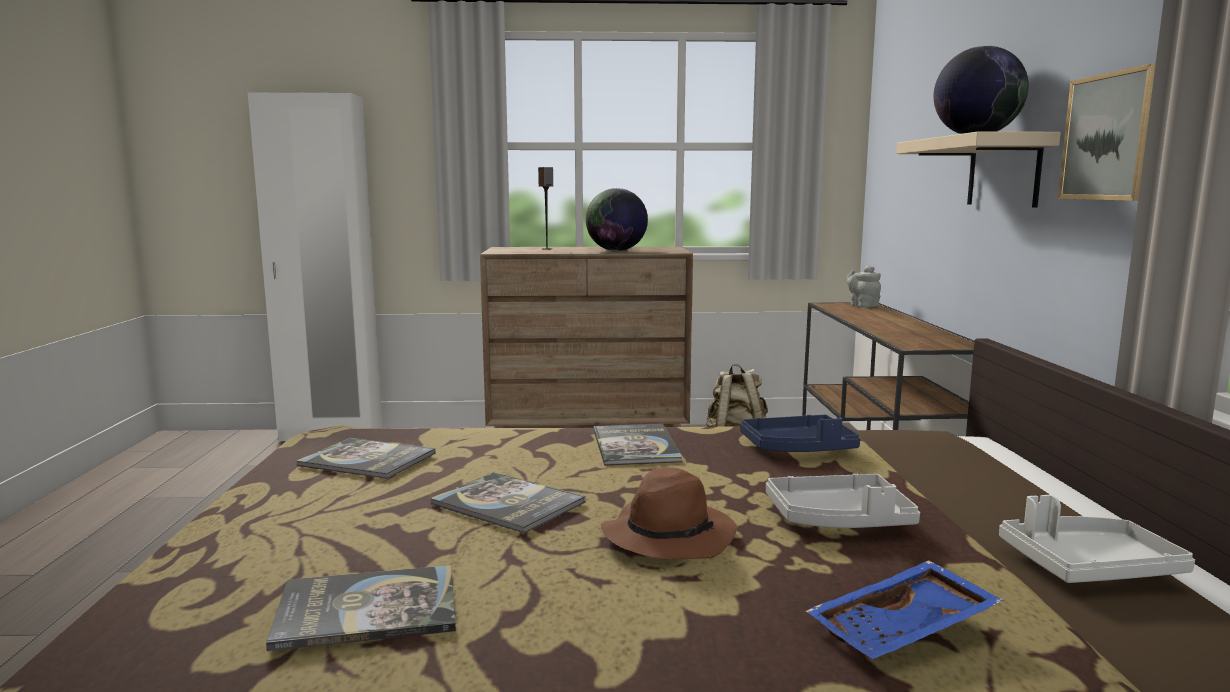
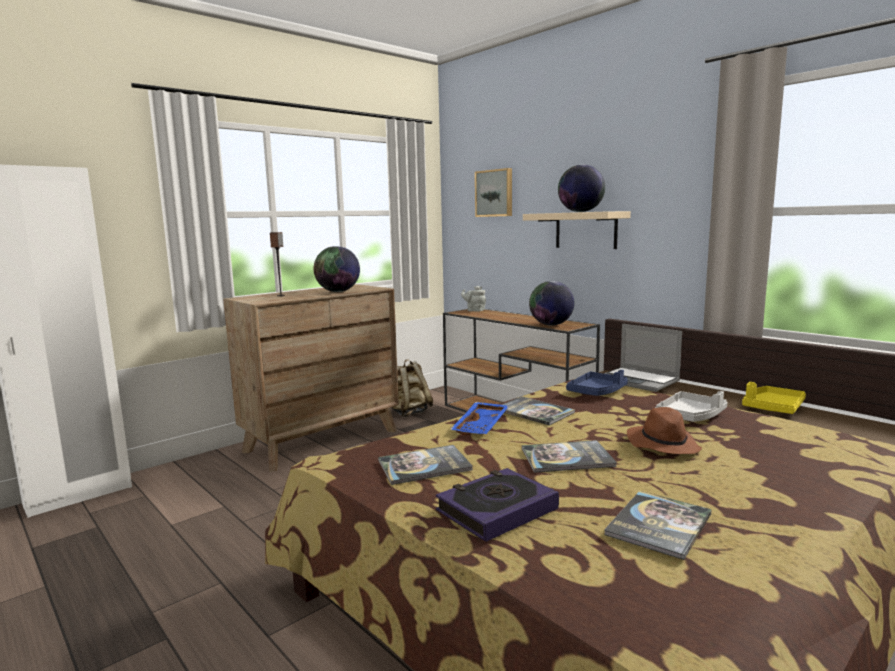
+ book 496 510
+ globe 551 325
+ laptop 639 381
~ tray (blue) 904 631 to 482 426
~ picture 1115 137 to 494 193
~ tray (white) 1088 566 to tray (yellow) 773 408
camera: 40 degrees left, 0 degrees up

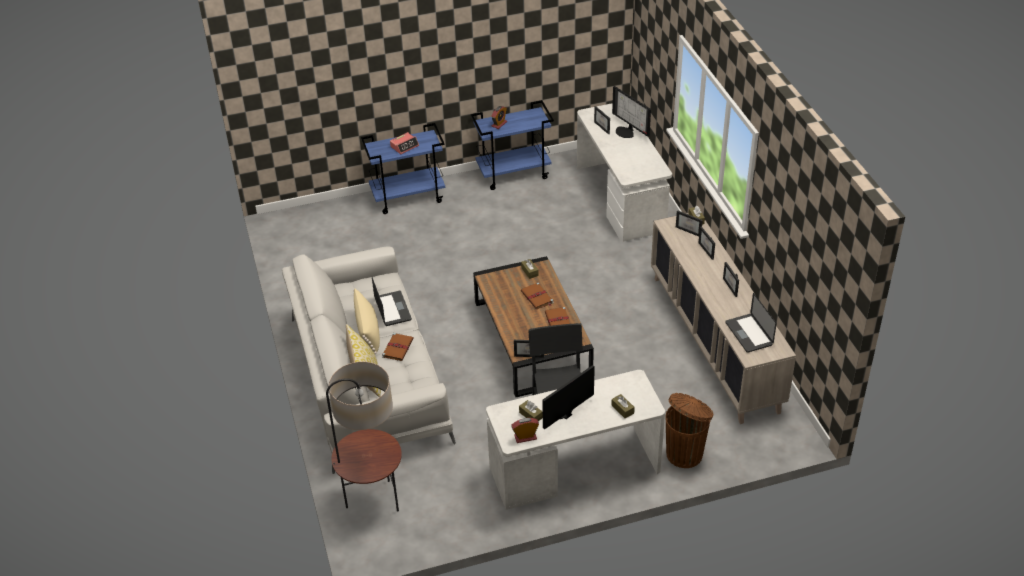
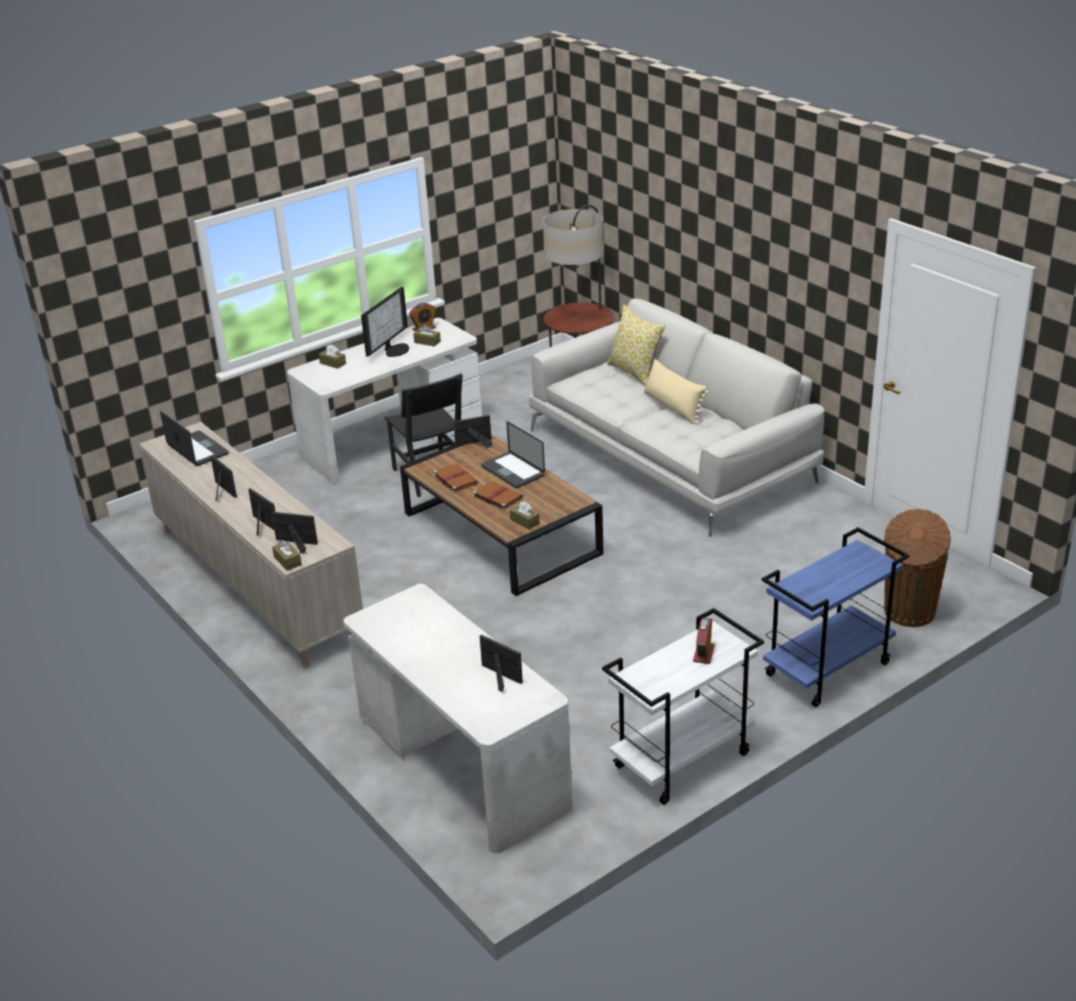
- book (brown) 398 347
- alarm clock 404 146
- monitor 626 131
~ laptop 392 309 to 512 471
~ trash can (brown) 685 453 to 908 613
~ cart (blue) 514 173 to cart (white) 682 762
camera: 160 degrees right, 10 degrees down

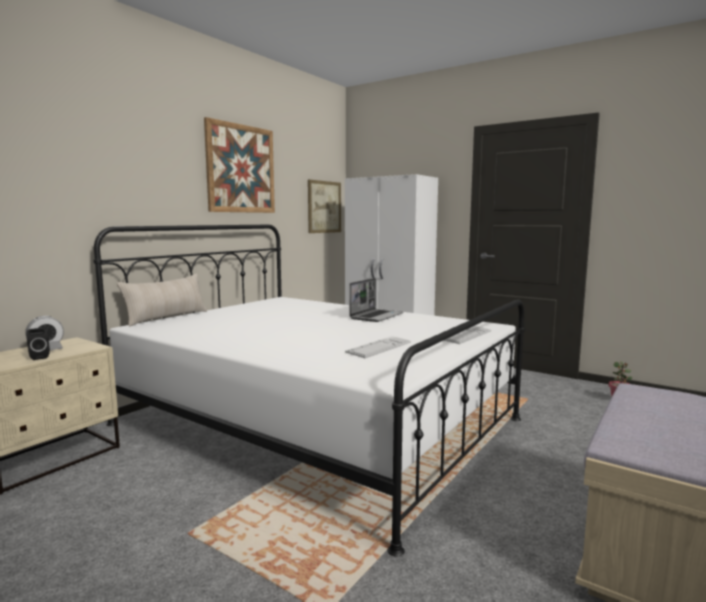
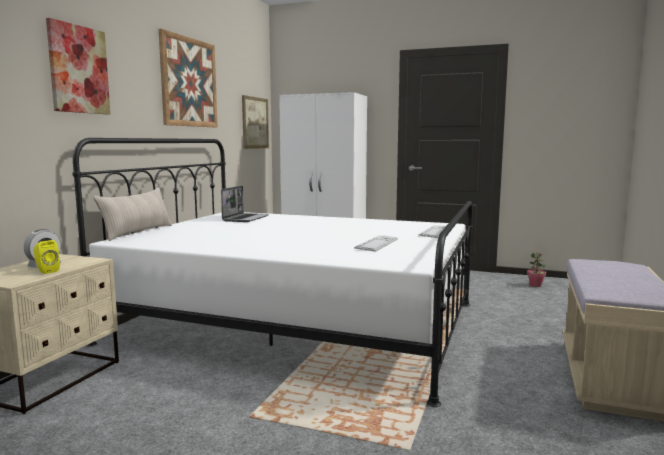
+ picture 78 69
~ laptop 376 316 to 245 218
~ speaker (black) 39 357 to speaker (yellow) 46 271
camera: 15 degrees left, 0 degrees up

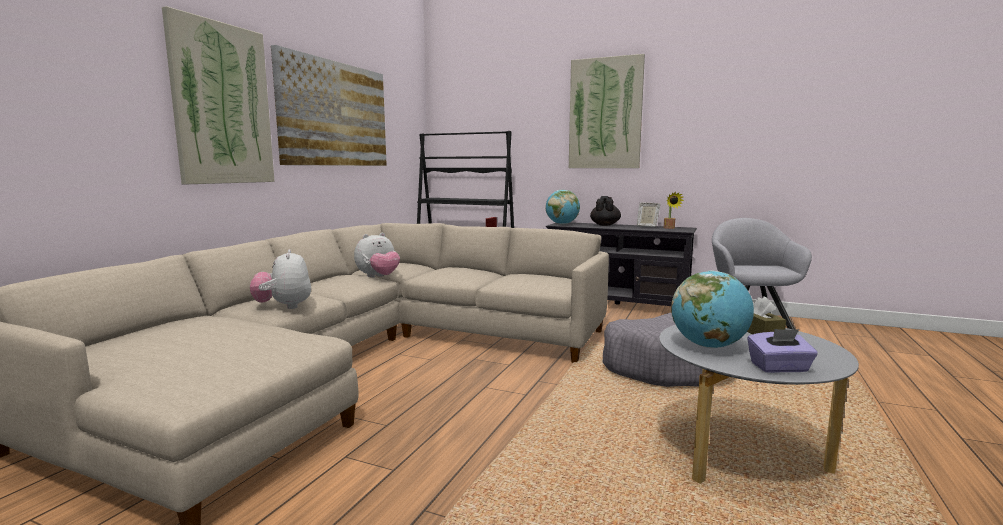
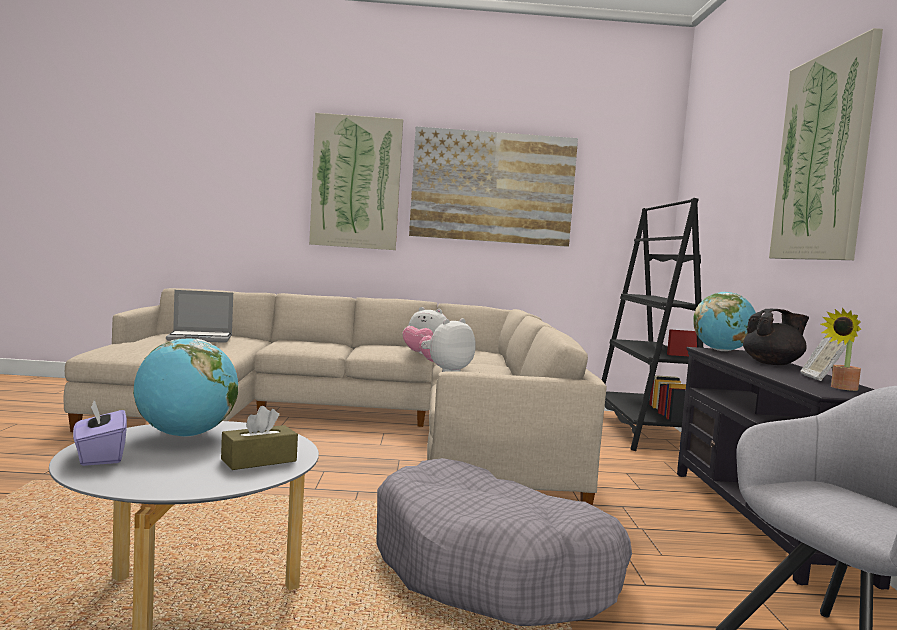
+ laptop 201 338
~ plush toy 284 307 to 445 371
camera: 65 degrees right, 5 degrees down

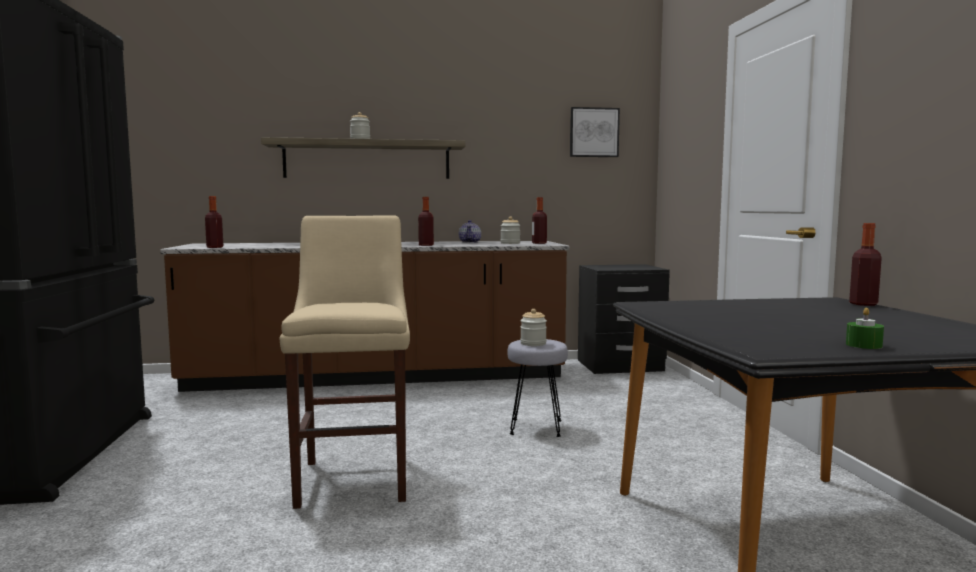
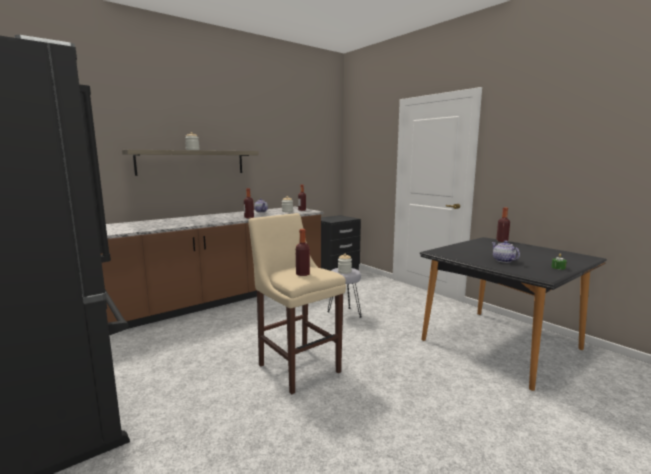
- picture 594 132
+ teapot 503 261
~ bottle 215 247 to 302 274
camera: 30 degrees left, 5 degrees up

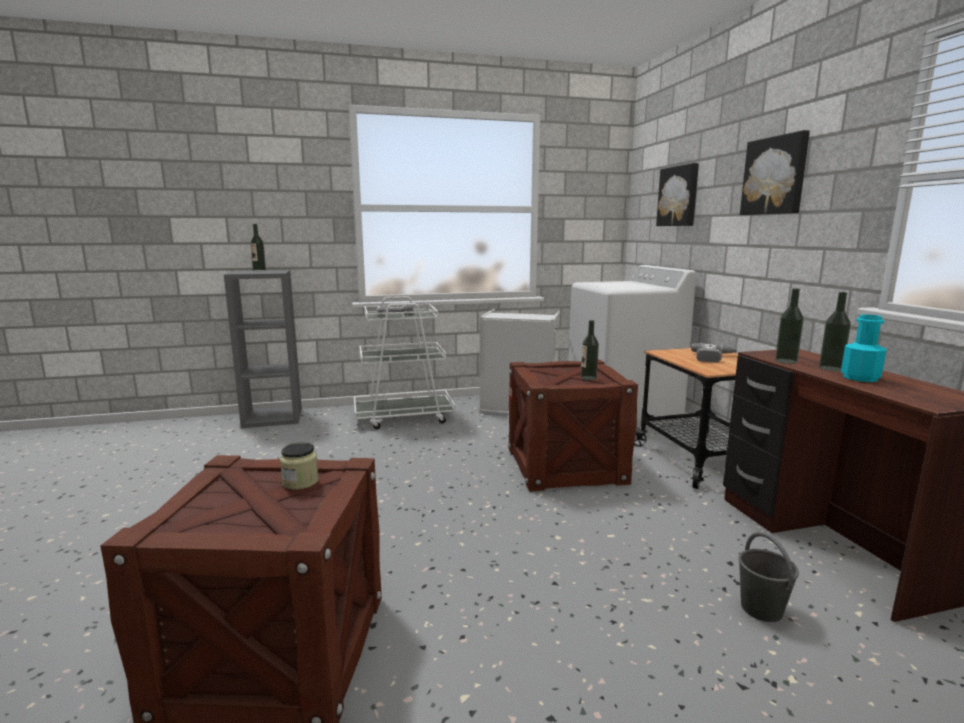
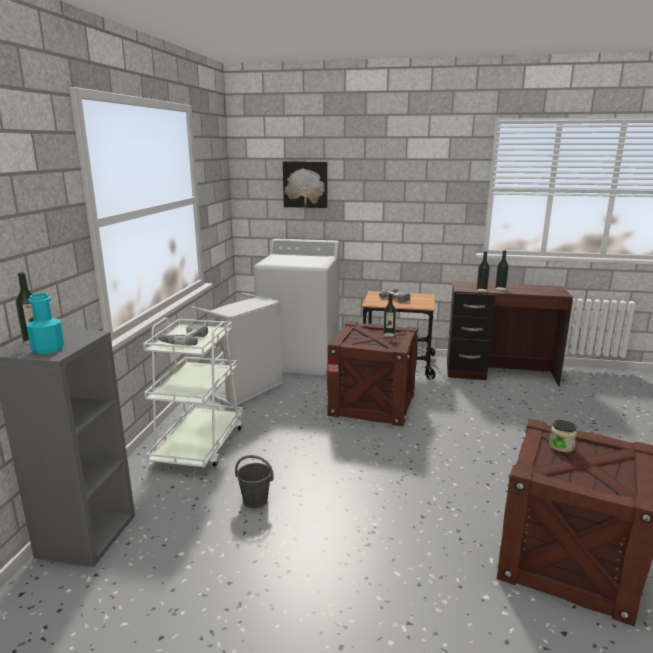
- picture 775 176
~ bucket (grey) 761 608 to 255 500
~ bottle (turquoise) 860 378 to 48 349
camera: 65 degrees left, 5 degrees up

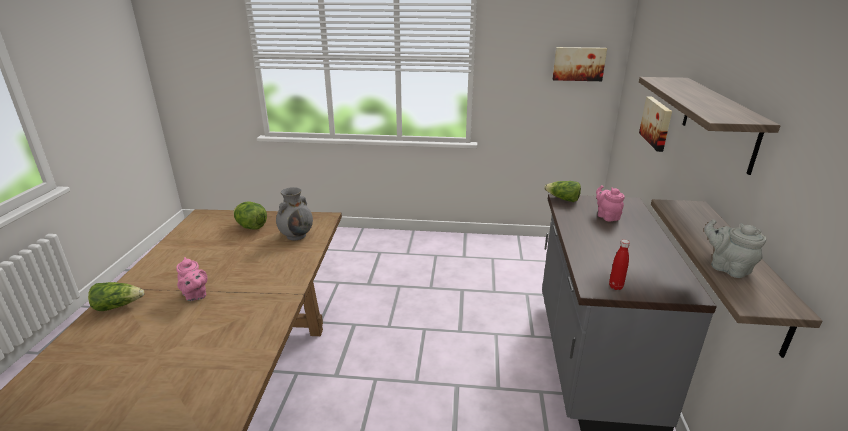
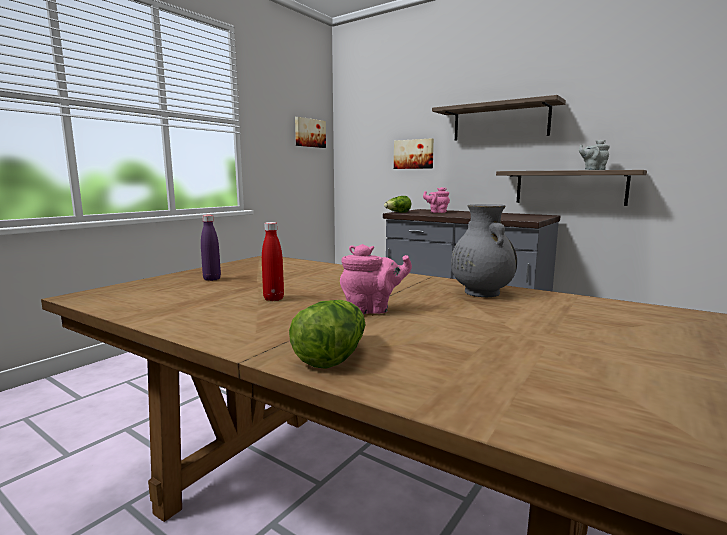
~ vase (grey) 297 235 to 481 292
~ bottle (red) 615 287 to 273 299
~ lettuce 251 227 to bottle (purple) 212 279
camera: 60 degrees left, 15 degrees down

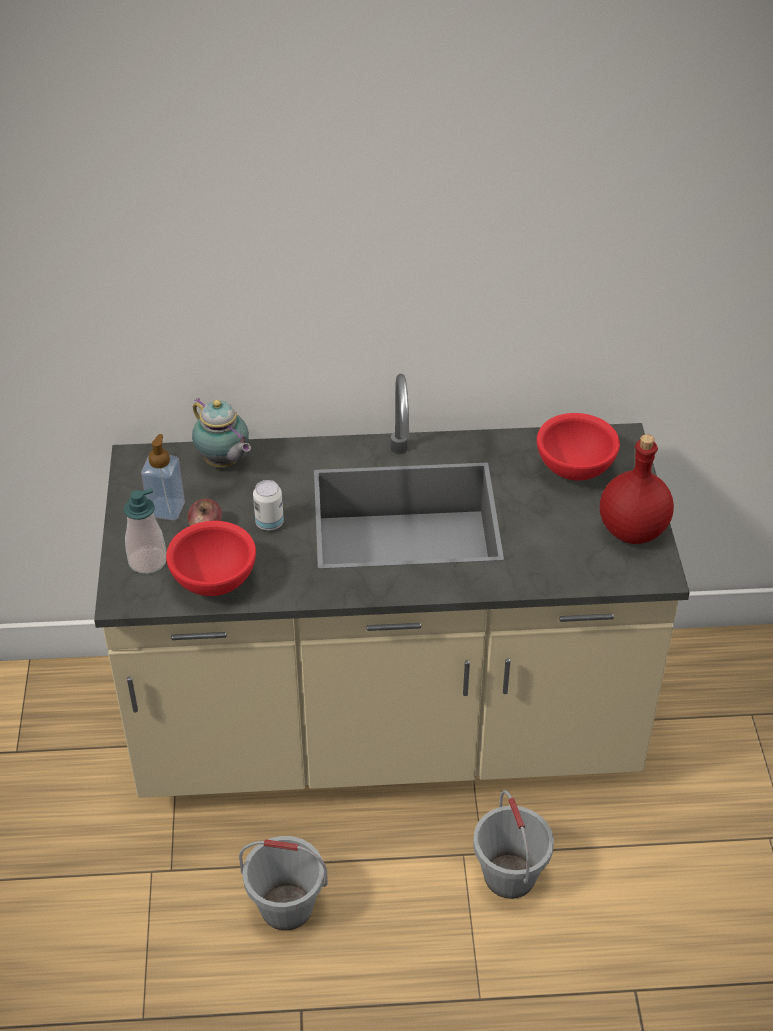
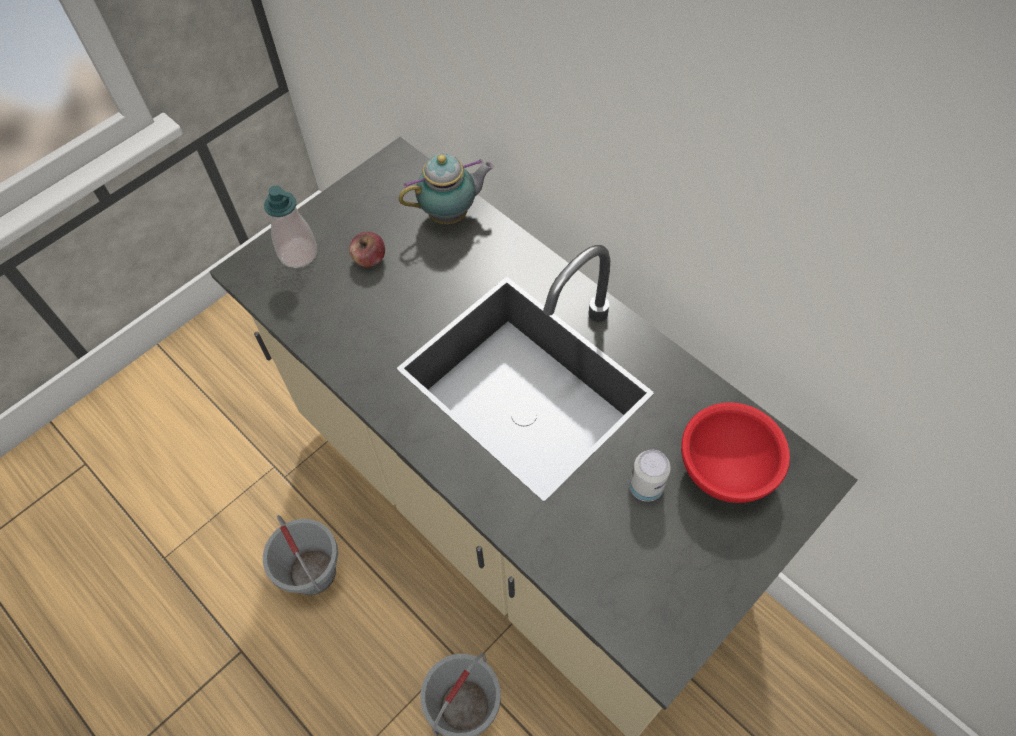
- soap dispenser 166 509
- bowl (red) 213 582
- bottle (red) 631 530
~ can 269 523 to 645 487
~ teapot 224 463 = 451 214 120 degrees counterclockwise
camera: 50 degrees right, 15 degrees up

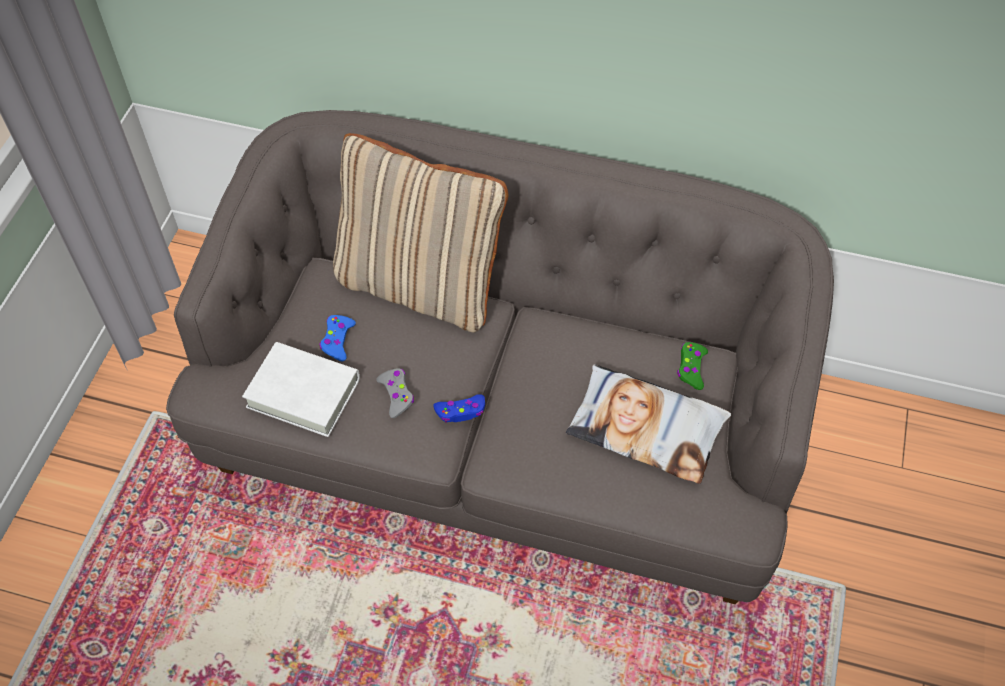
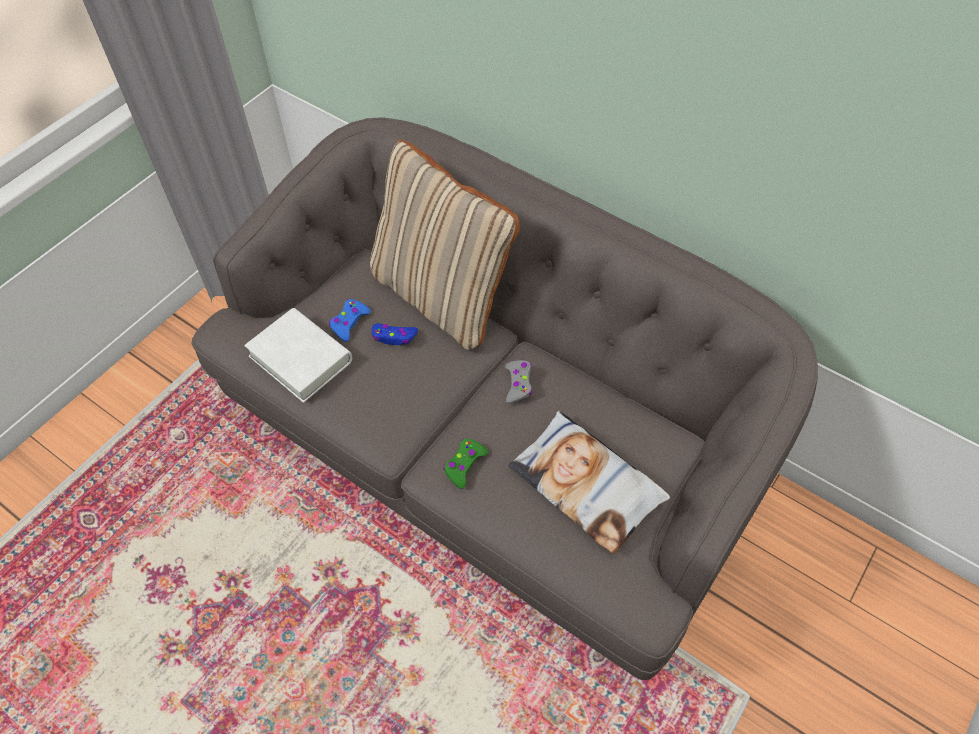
~ game controller (grey) 396 395 to 518 384
~ game controller (blue) 461 412 to 394 337
~ game controller (green) 691 368 to 464 465
camera: 20 degrees right, 0 degrees up

